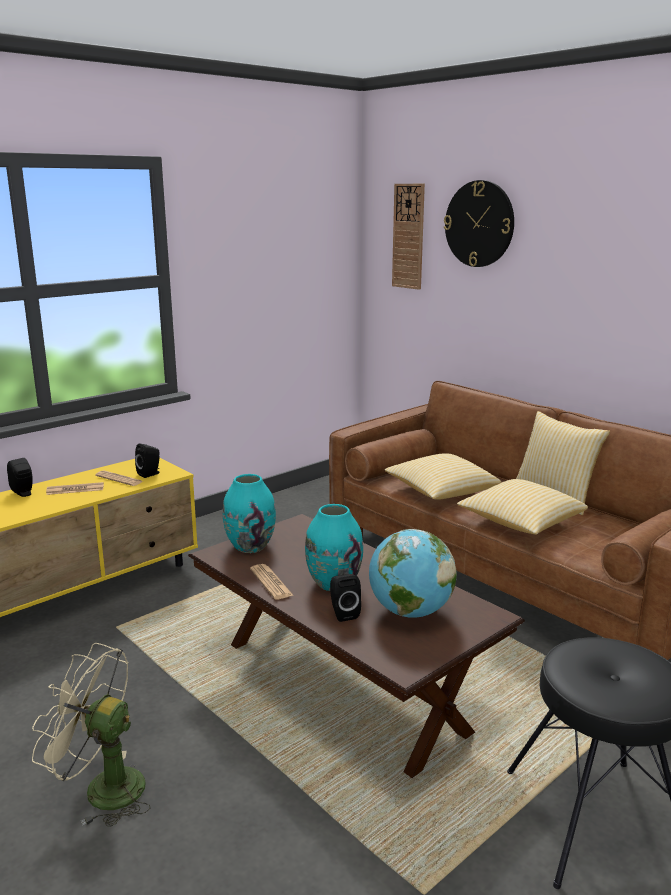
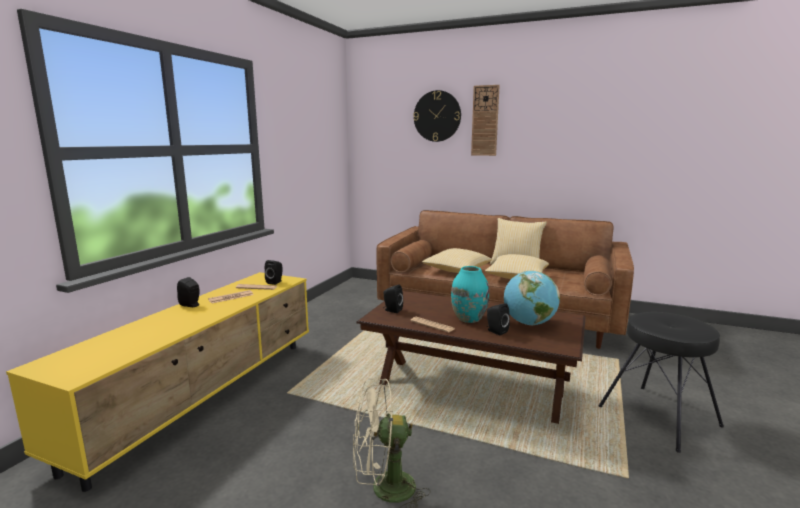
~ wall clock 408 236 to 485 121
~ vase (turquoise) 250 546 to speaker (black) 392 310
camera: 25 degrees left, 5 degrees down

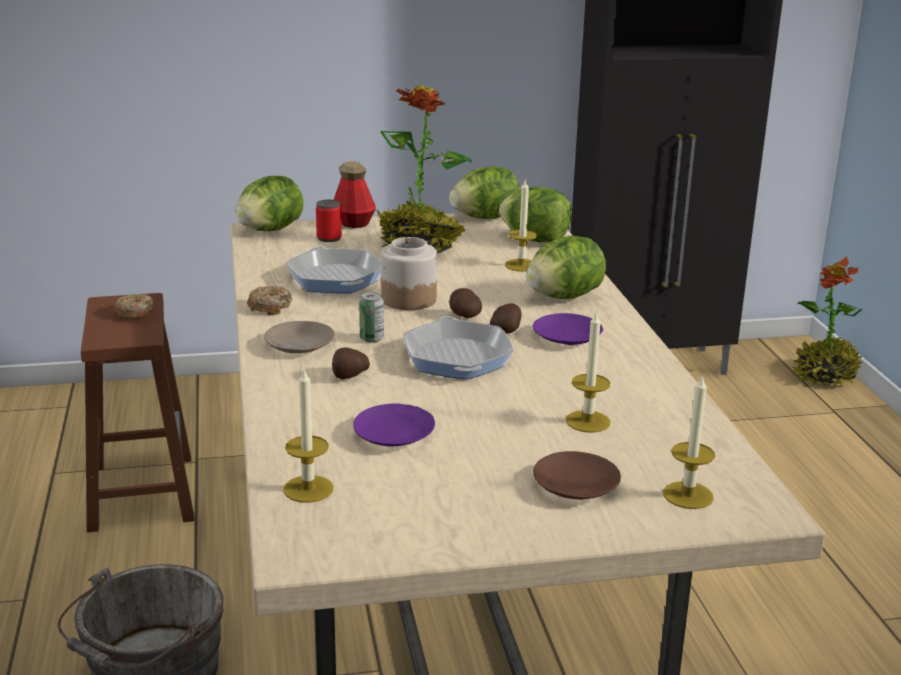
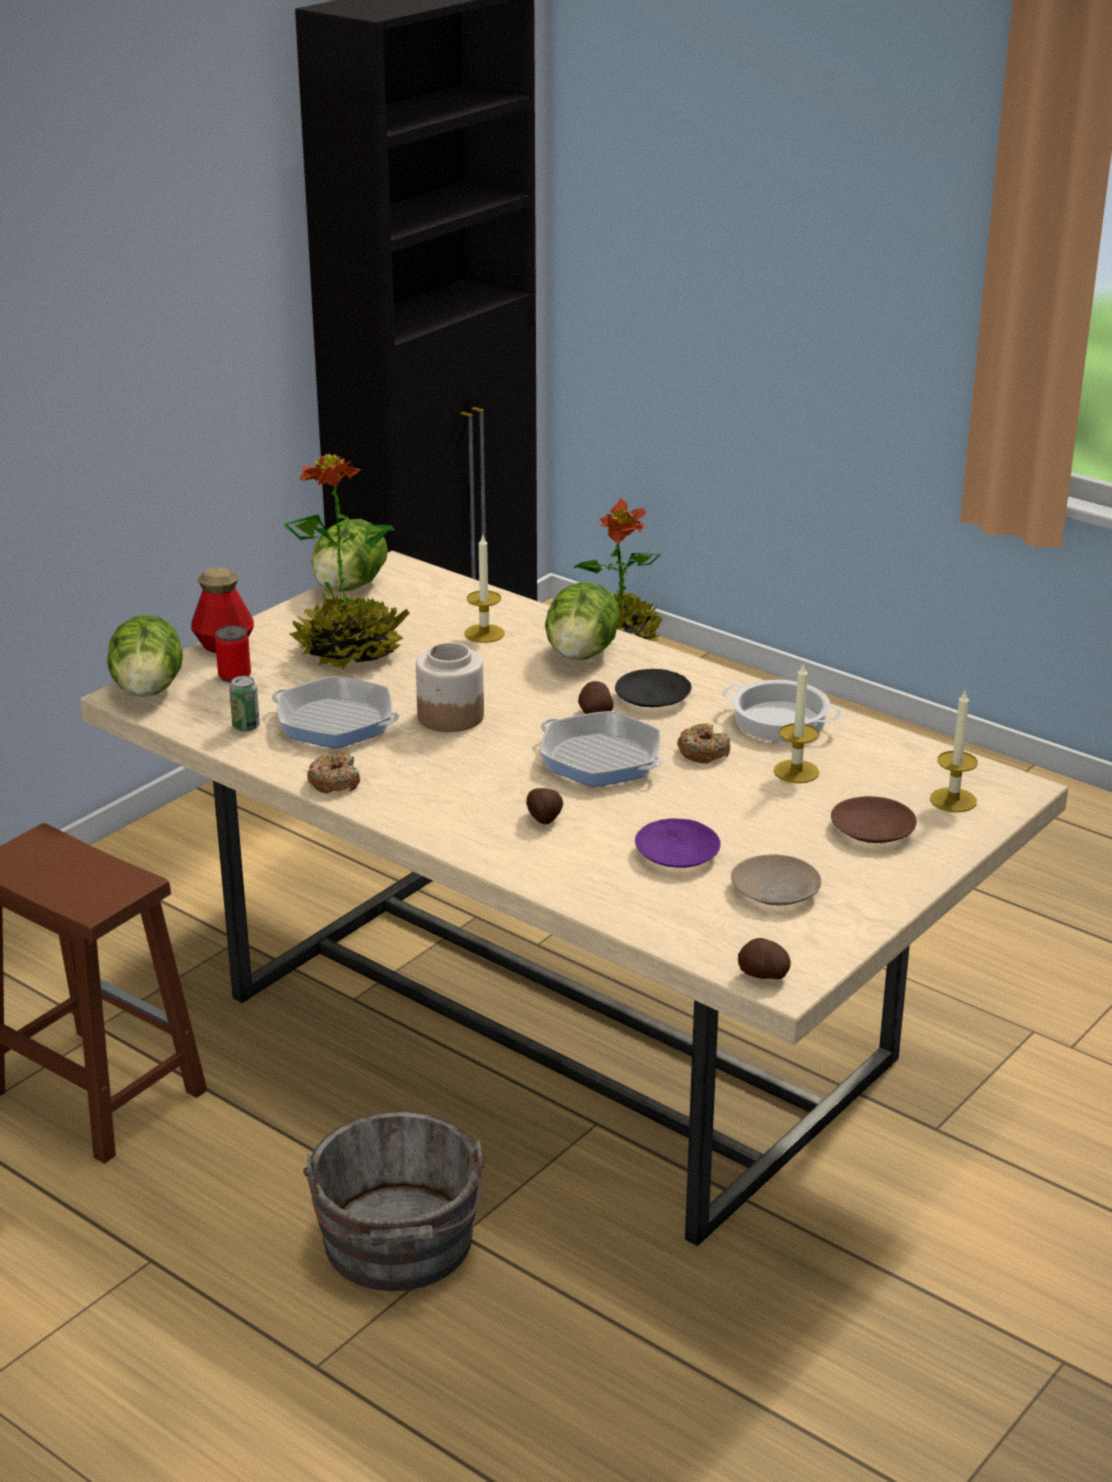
- candle 308 489
- lettuce 535 239
+ cooking pot 779 721
~ donut 134 313 to 703 752
~ plate (beige) 299 345 to 776 891
~ can 371 338 to 246 726
~ potato 463 316 to 763 975
~ plate (purple) 567 337 to plate (black) 654 697
camera: 40 degrees left, 5 degrees up

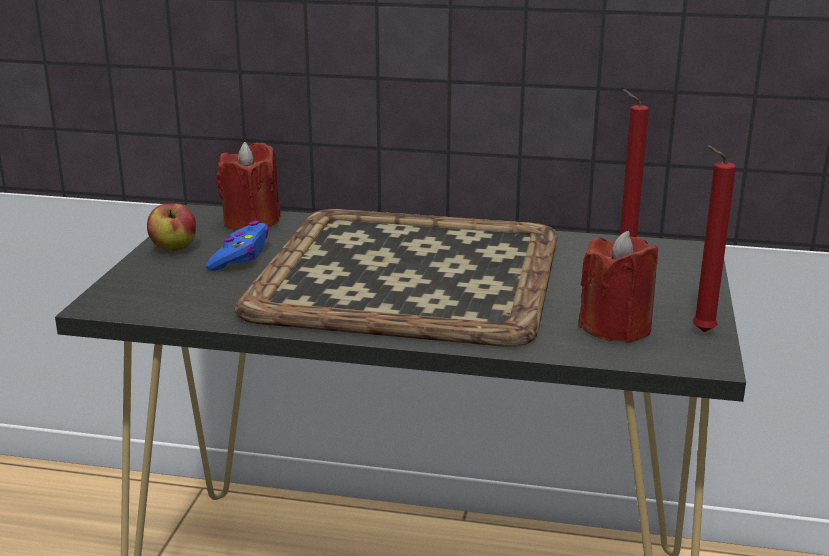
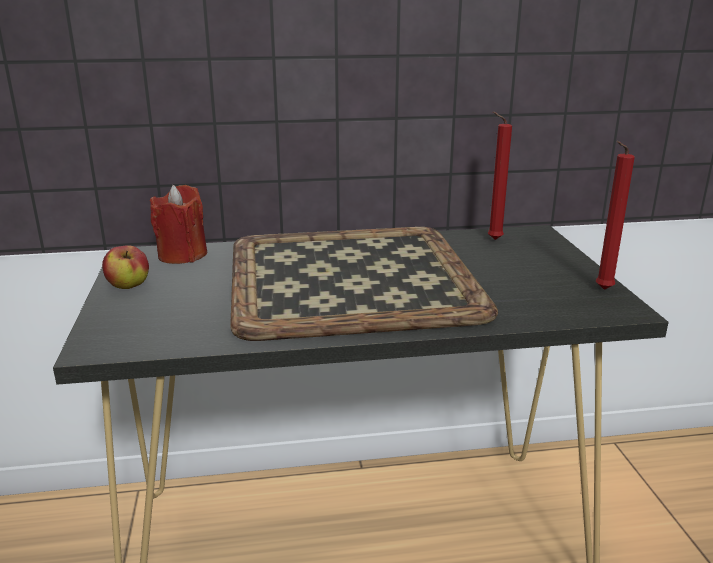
- game controller (blue) 240 256
- candle (red) 616 327
camera: 20 degrees left, 0 degrees up

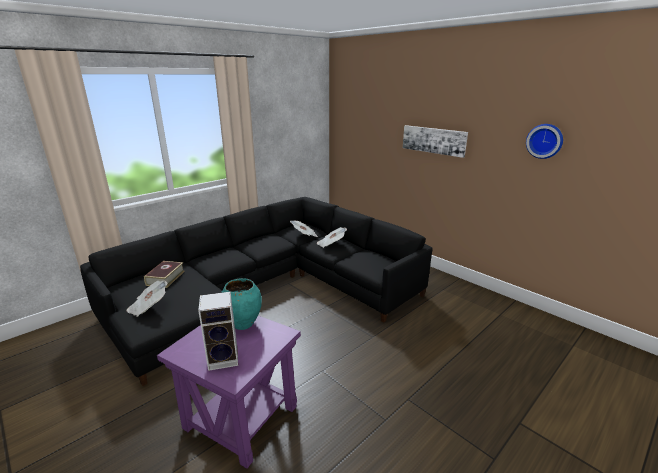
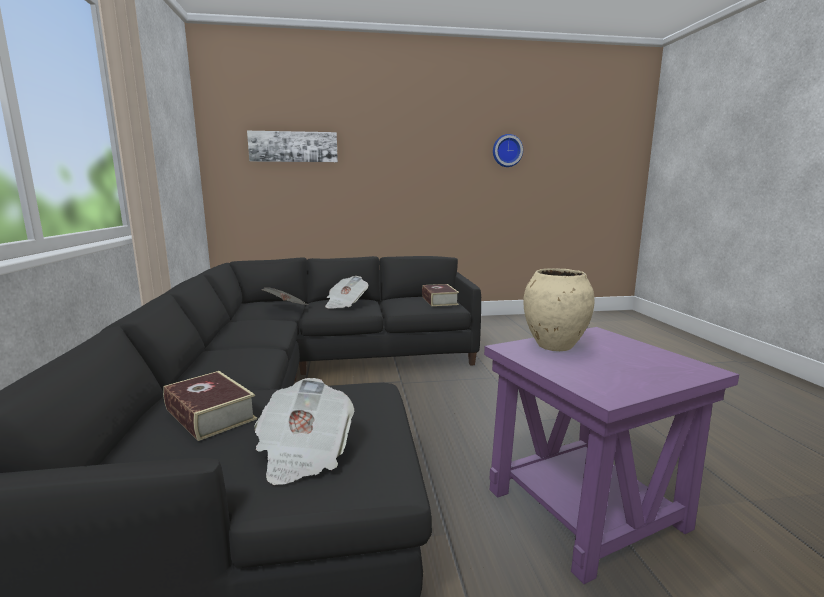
- speaker 224 358
+ book 439 300
~ picture 434 140 to 293 147
~ vase (turquoise) 242 324 to vase (beige) 554 346
camera: 55 degrees left, 10 degrees down

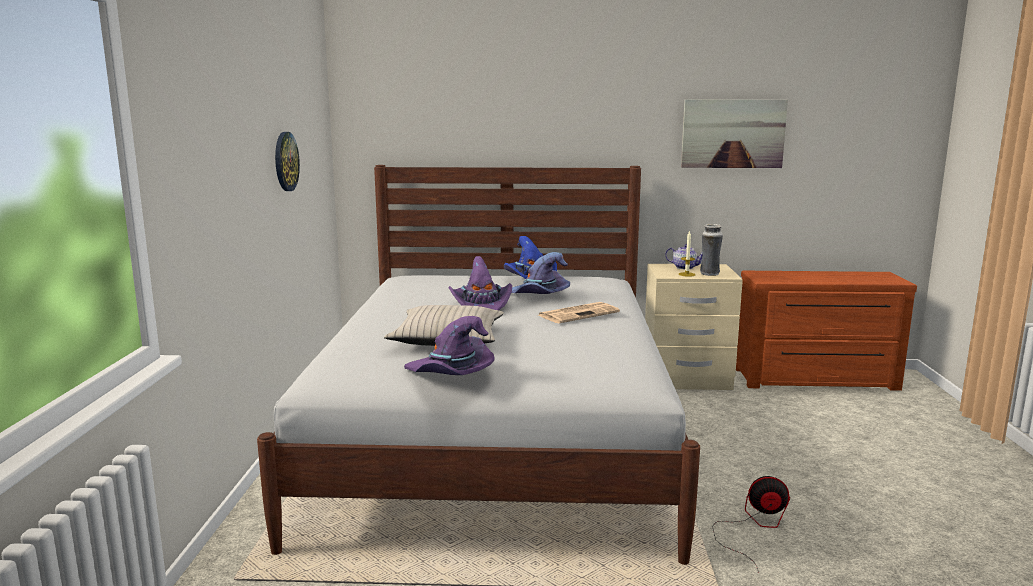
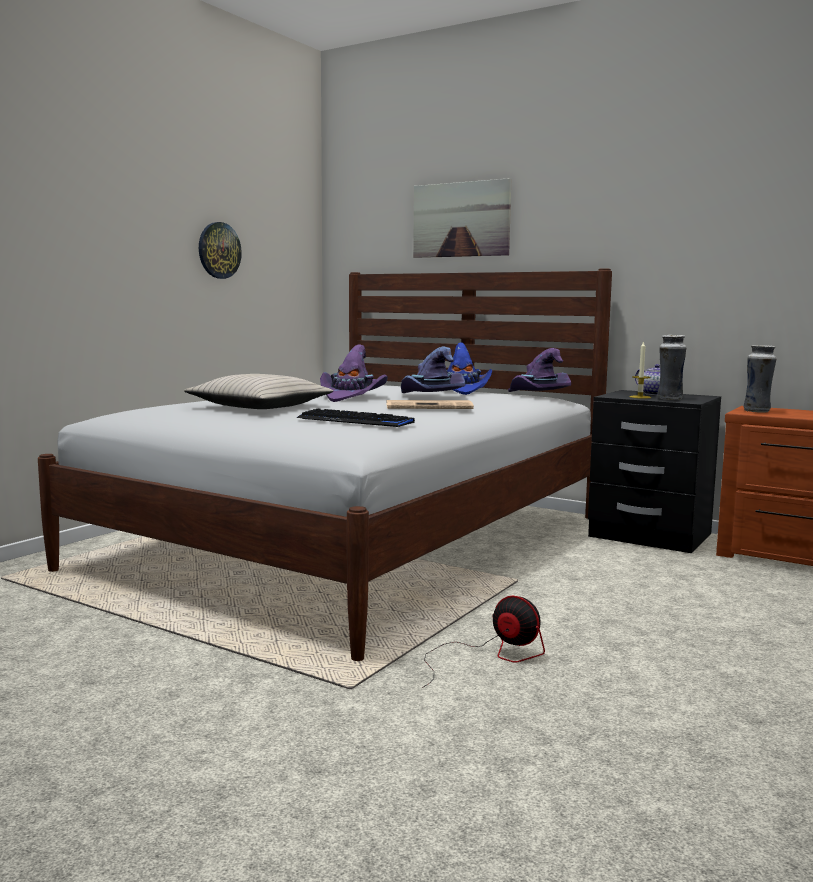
+ keyboard 355 421
+ vase 757 411
~ hat (purple) 451 374 to 537 395
~ picture 733 133 to 461 219
~ nightstand (beige) 686 379 to nightstand (black) 649 536
camera: 30 degrees right, 5 degrees down

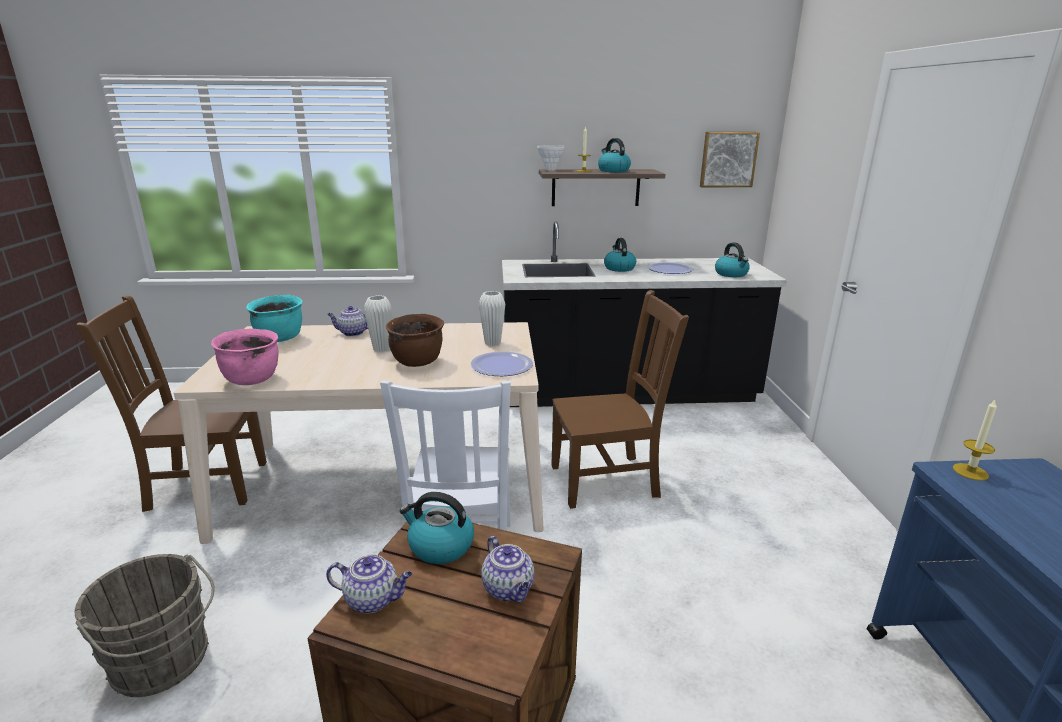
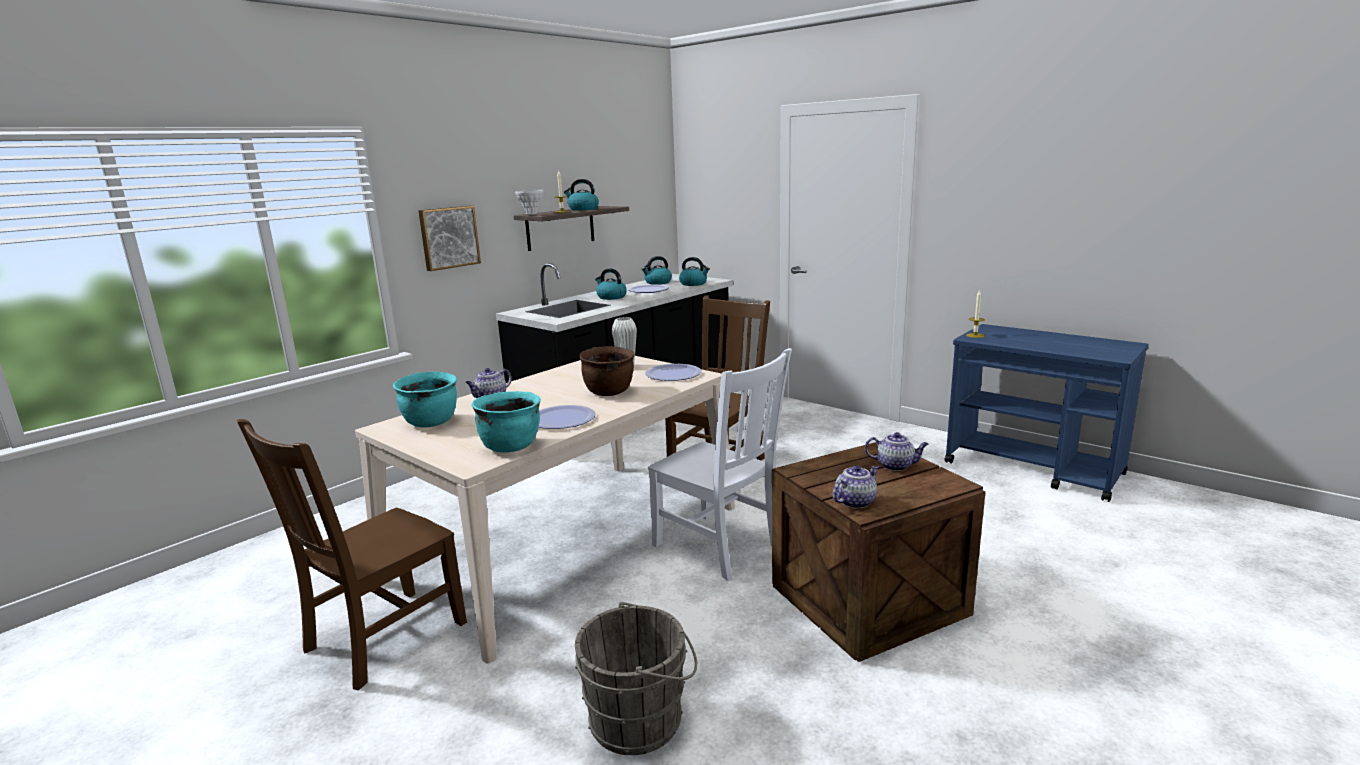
- vase (white) 381 348
+ plate 562 419
~ kettle 440 546 to 657 282
~ picture 728 159 to 448 237
~ cooking pot (pink) 252 379 to cooking pot (turquoise) 511 446
camera: 45 degrees left, 5 degrees down

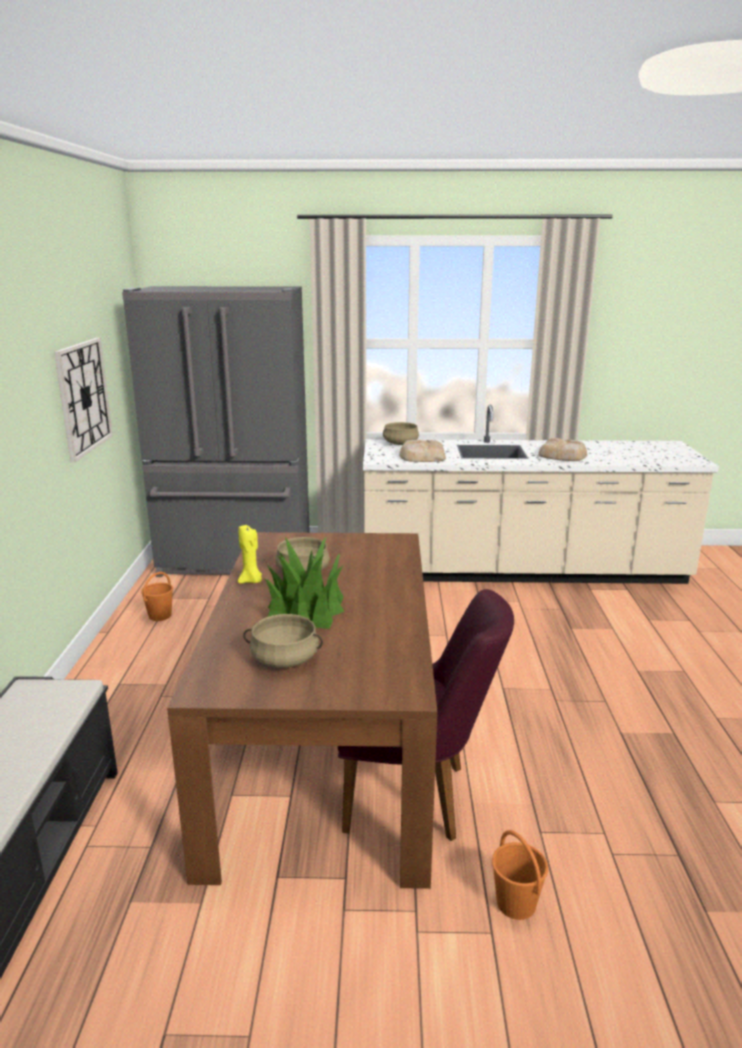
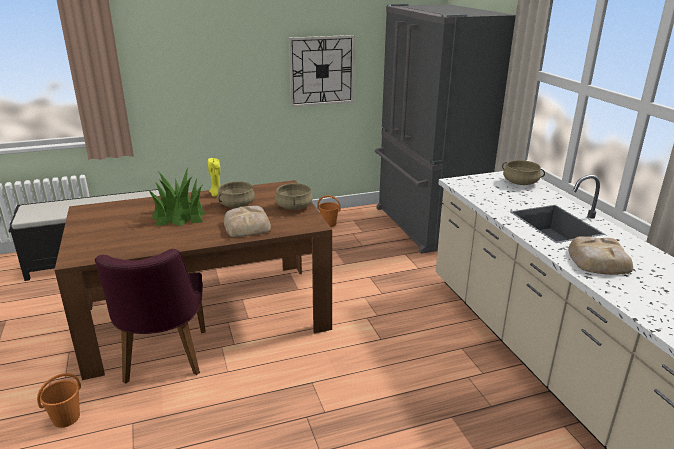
~ cooking pot (beige) 284 659 to 293 207
~ bread 421 456 to 247 226
camera: 70 degrees right, 5 degrees up

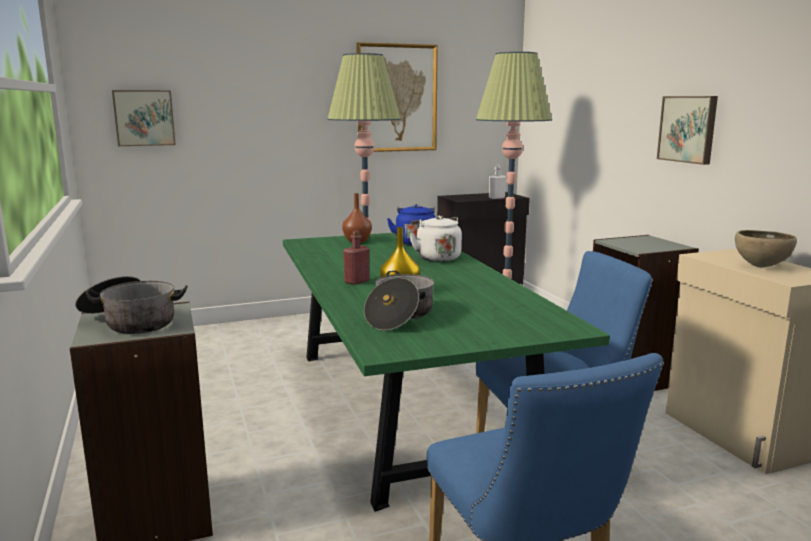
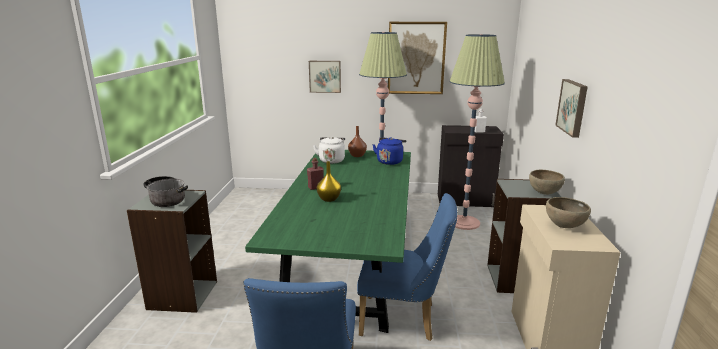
- cooking pot 399 316
+ bowl (brown) 544 193
~ picture 144 118 to 325 76
~ kettle (white) 436 257 to 331 160
camera: 25 degrees right, 5 degrees up

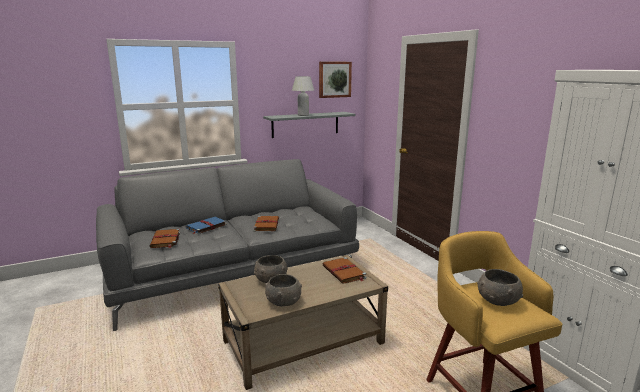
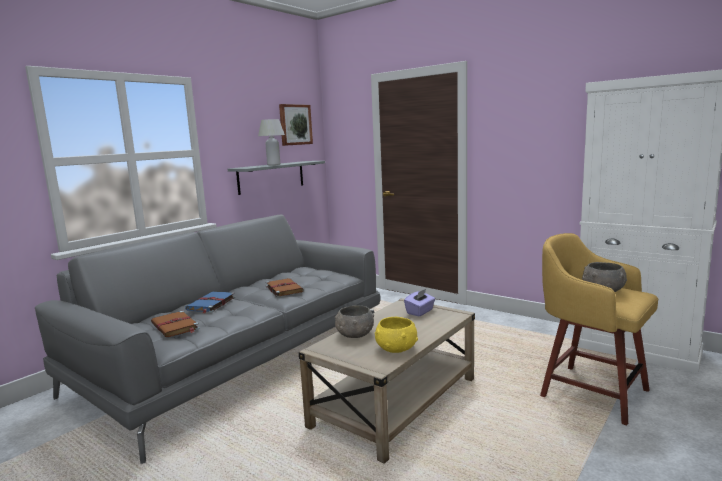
~ book (brown) 344 272 to tissue box (purple) 420 312
~ bowl (grey) 283 301 to bowl (yellow) 396 348
camera: 25 degrees left, 5 degrees down

